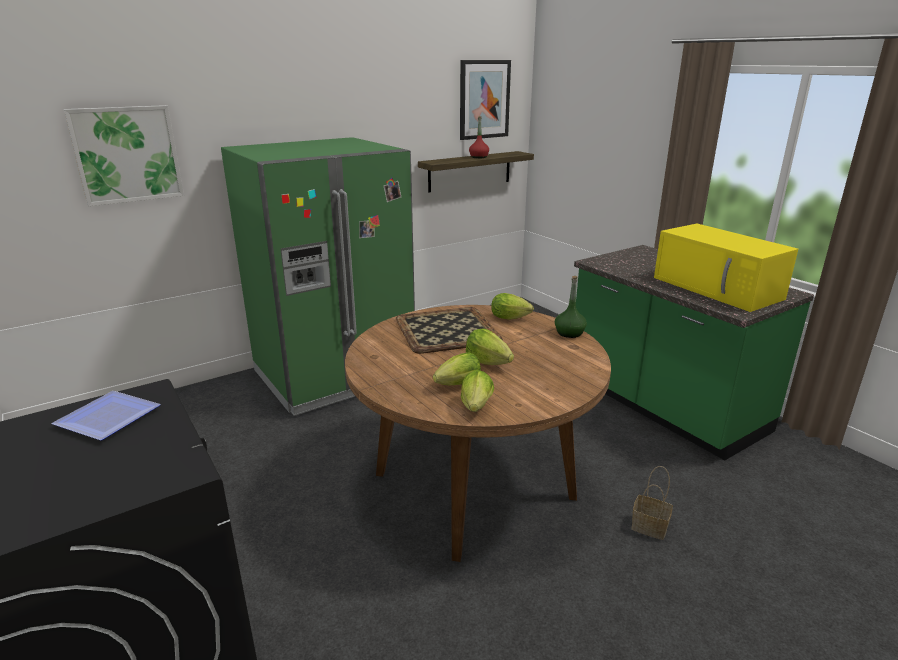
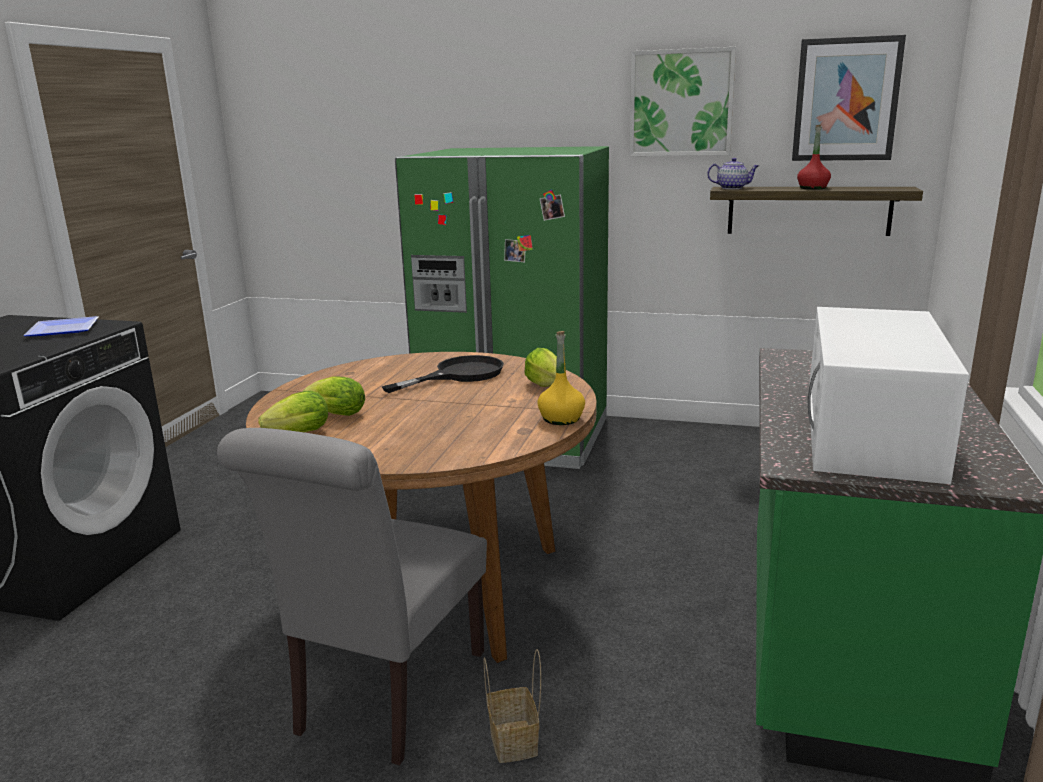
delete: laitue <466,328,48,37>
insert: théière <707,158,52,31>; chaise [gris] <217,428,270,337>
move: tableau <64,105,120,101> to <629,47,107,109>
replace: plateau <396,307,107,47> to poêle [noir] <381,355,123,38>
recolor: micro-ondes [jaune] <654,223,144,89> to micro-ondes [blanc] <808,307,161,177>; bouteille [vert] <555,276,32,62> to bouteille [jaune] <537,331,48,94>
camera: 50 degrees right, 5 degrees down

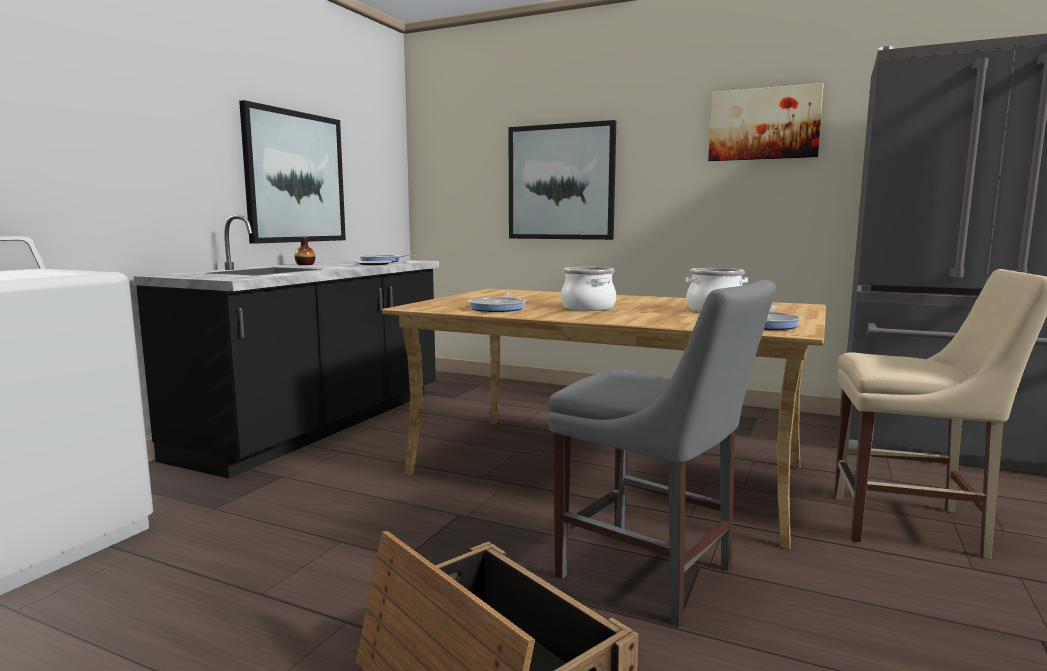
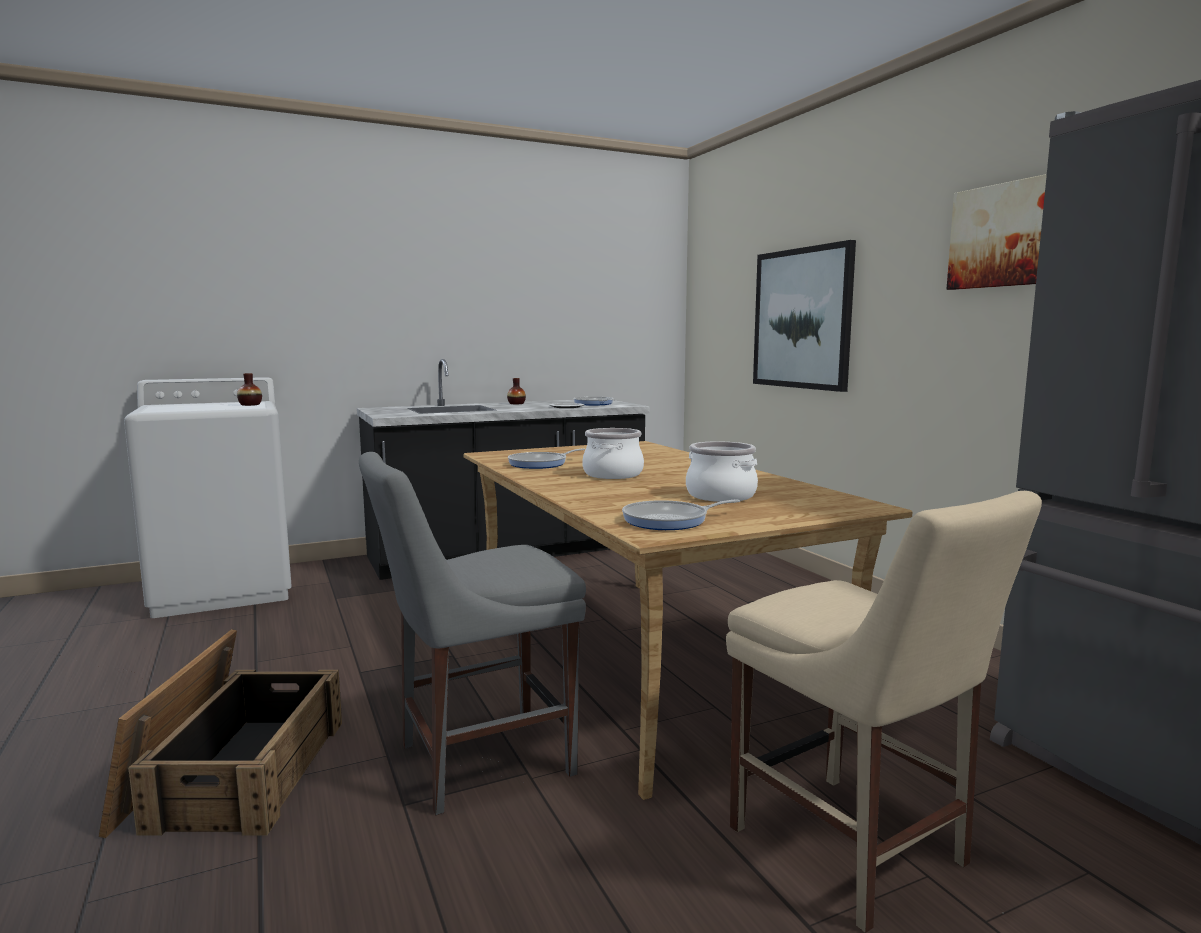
delete: tableau <239,100,107,144>
insert: vase <237,373,25,33>
rotate: chaise [gris] <548,280,228,346> = <359,452,227,363> 75 degrees clockwise
camera: 40 degrees right, 0 degrees up

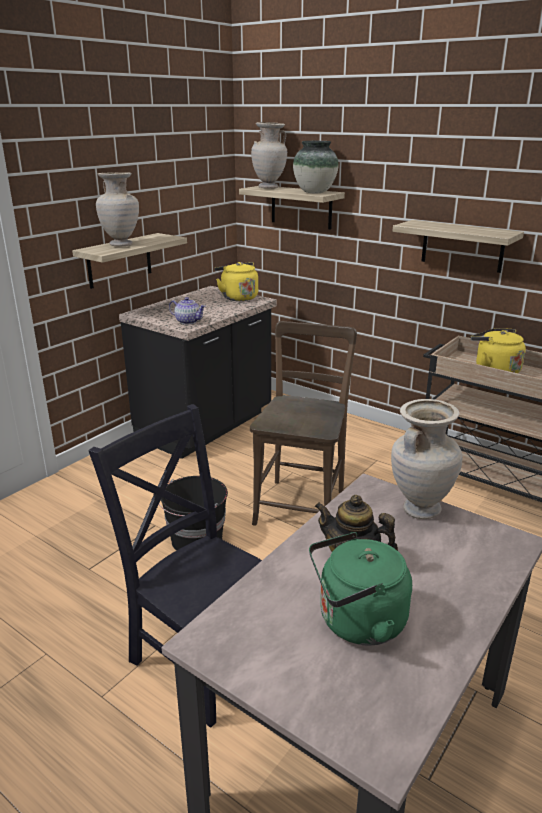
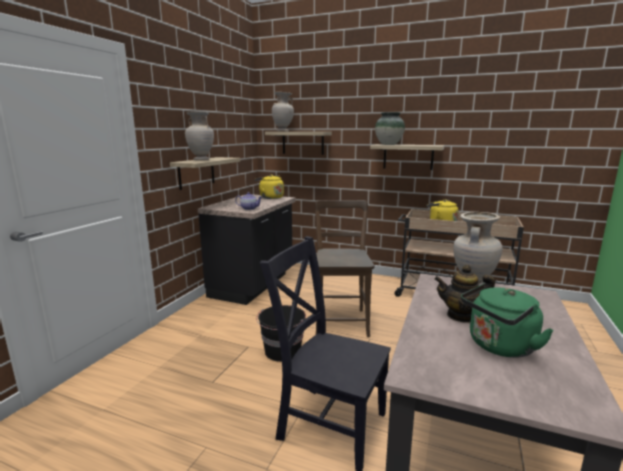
move: vase <293,141,46,52> to <375,112,30,33>
camera: 15 degrees left, 10 degrees down

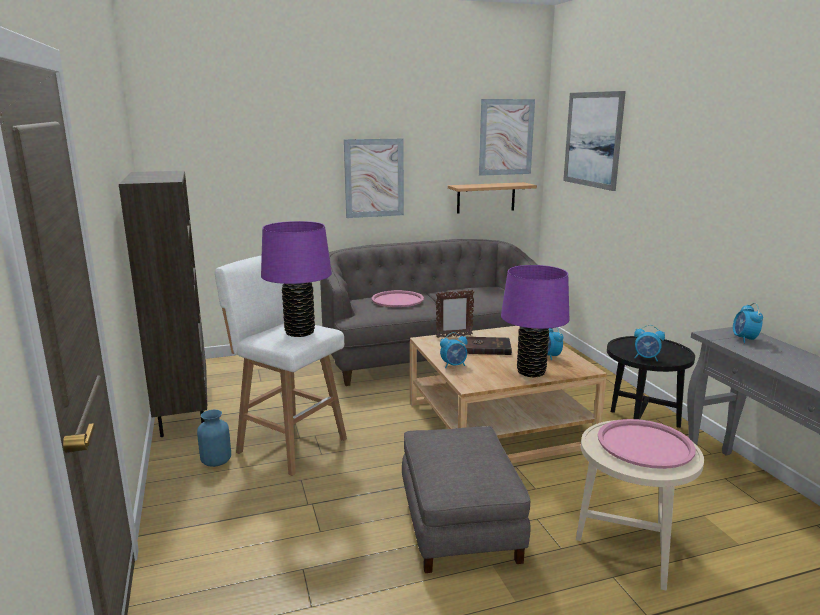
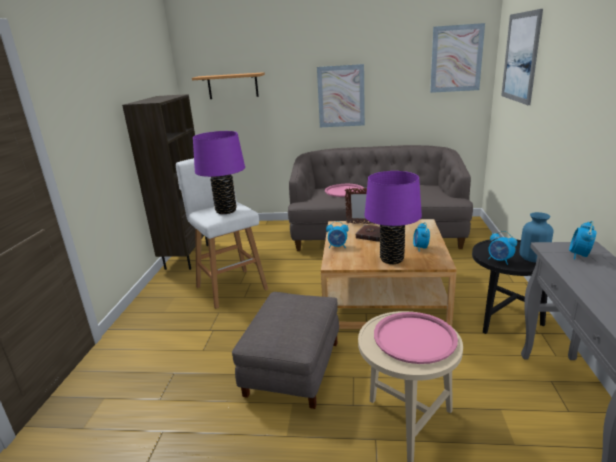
move: étagère <448,182,89,31> to <192,72,73,27>; vase [bleu] <197,410,34,57> to <519,212,34,50>
camera: 25 degrees right, 5 degrees up

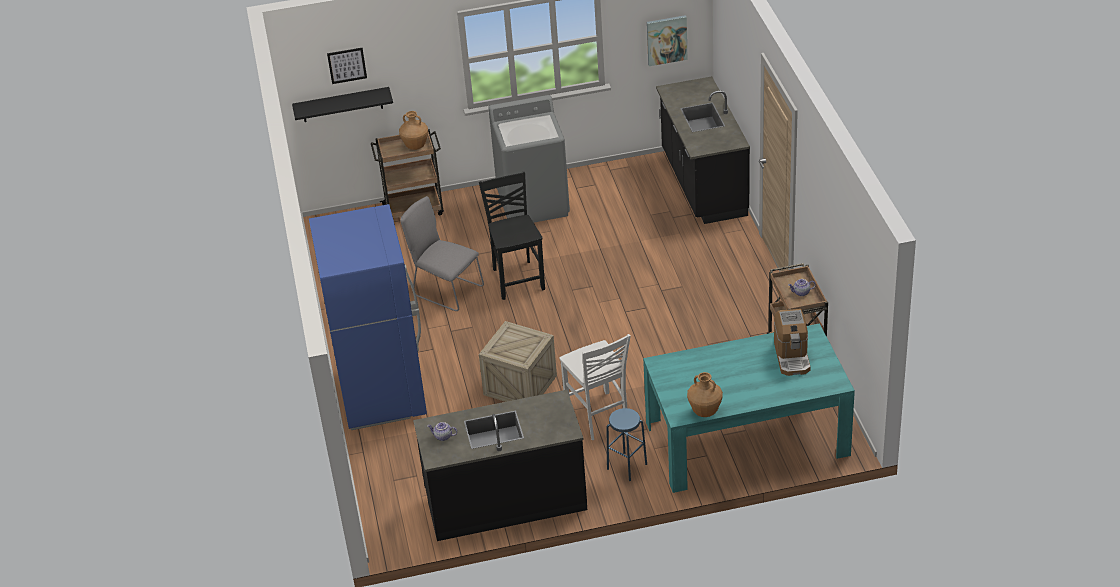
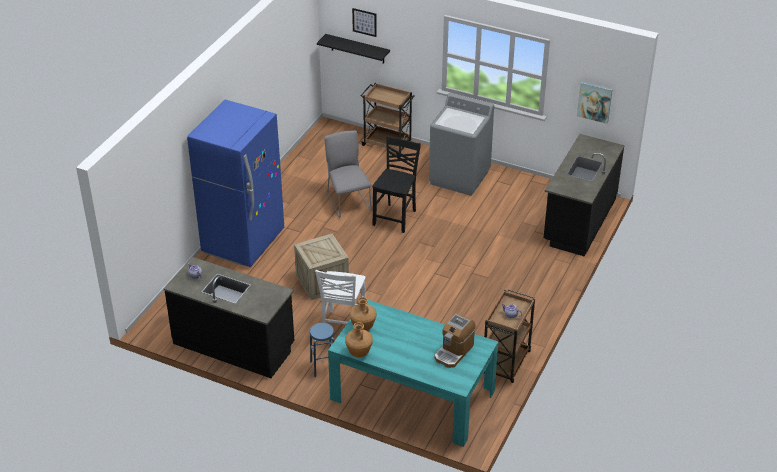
move: vase [marron] <399,111,29,39> to <349,297,28,34>
camera: 35 degrees right, 0 degrees up

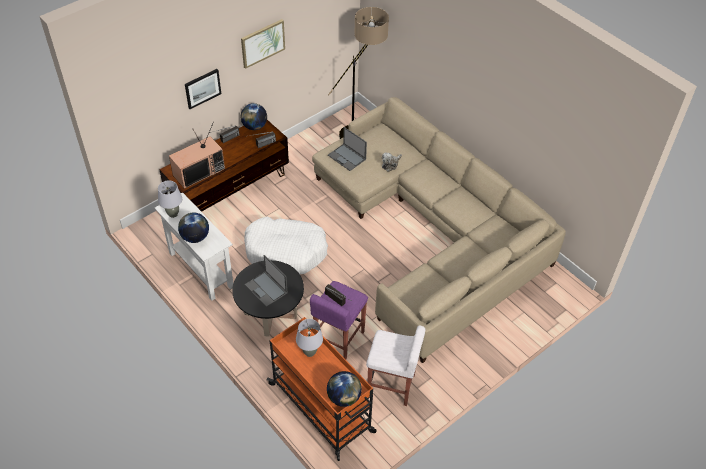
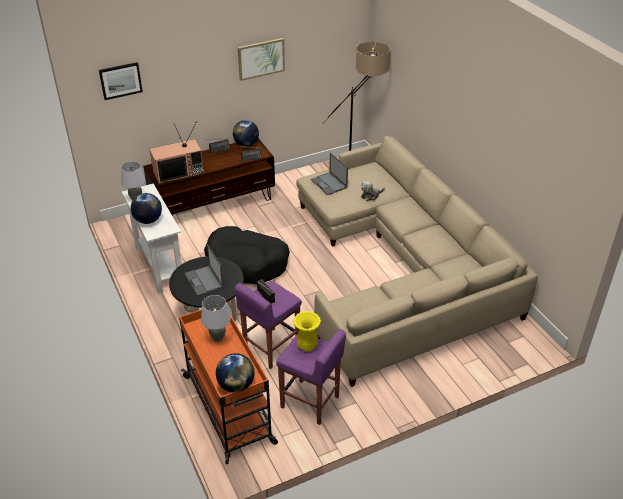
insert: vase [jaune] <293,311,28,40>
move: tableau <185,69,36,40> to <99,62,44,38>
recolor: panier pour chien [blanc] <244,217,84,57> to panier pour chien [noir] <204,226,86,58>; tabouret [blanc] <366,325,59,81> to tabouret [violet] <276,329,70,96>
camera: 15 degrees right, 10 degrees down

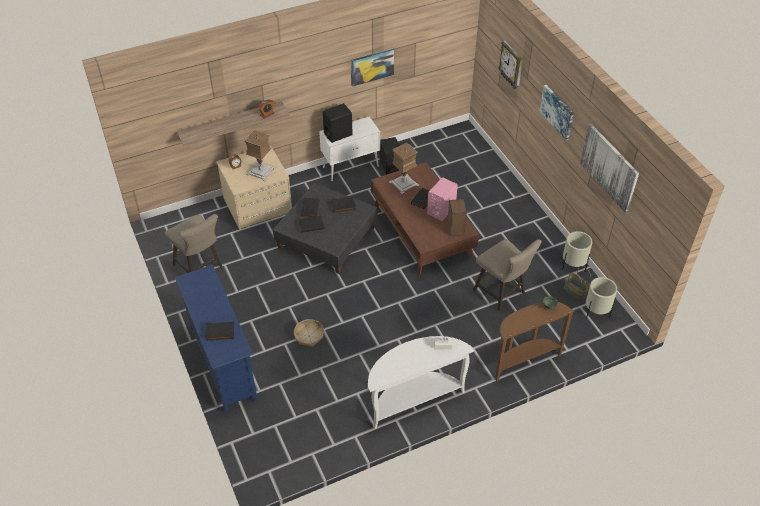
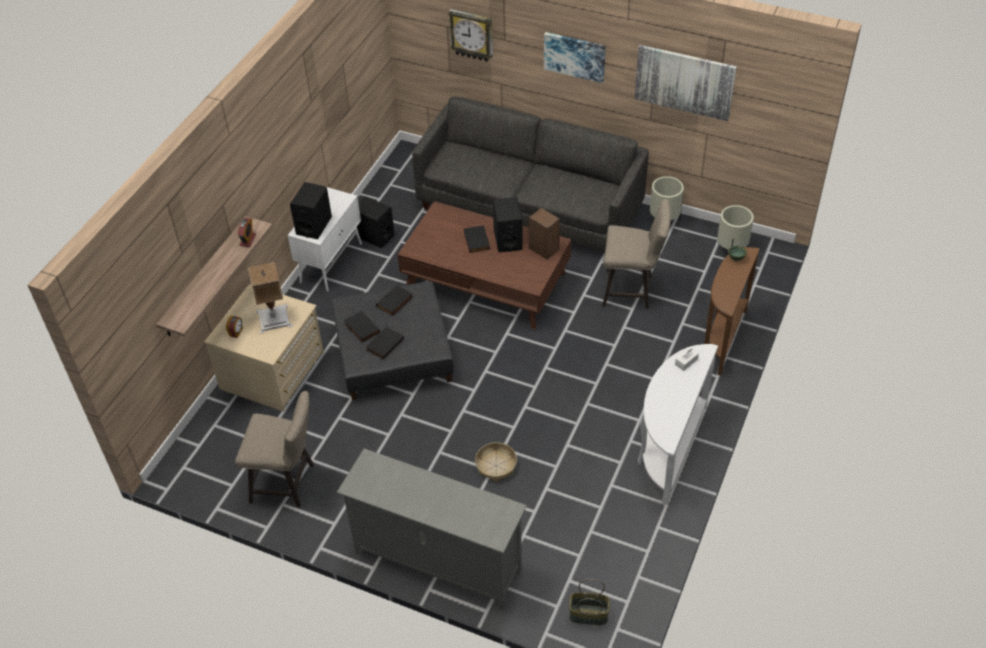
delete: tableau <351,49,43,38>; lampe de table <389,143,30,51>; livre [noir] <205,322,29,19>
insert: canapé [gris] <412,96,237,159>
move: panier <564,266,27,35> to <569,579,41,46>
recolor: enceinte [rose] <427,177,31,44> to enceinte [noir] <493,197,30,55>; meuble télé [bleu] <175,265,83,148> to meuble télé [gris] <337,448,190,162>
camera: 40 degrees left, 0 degrees up

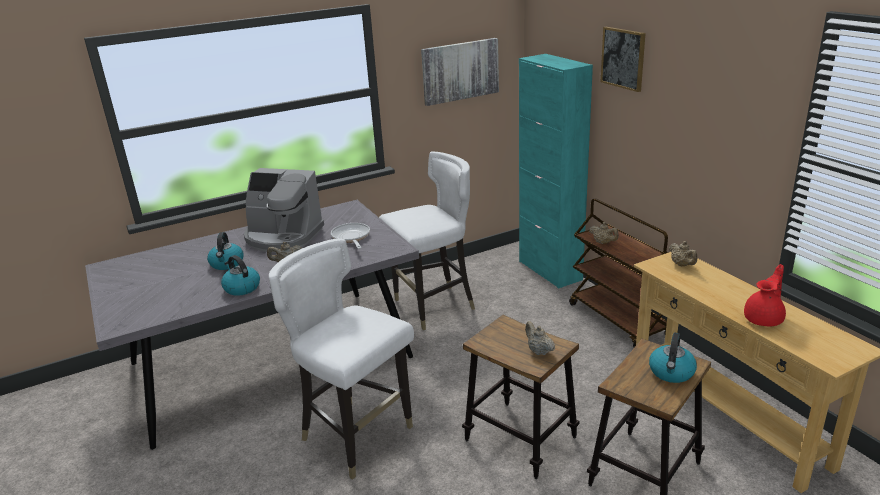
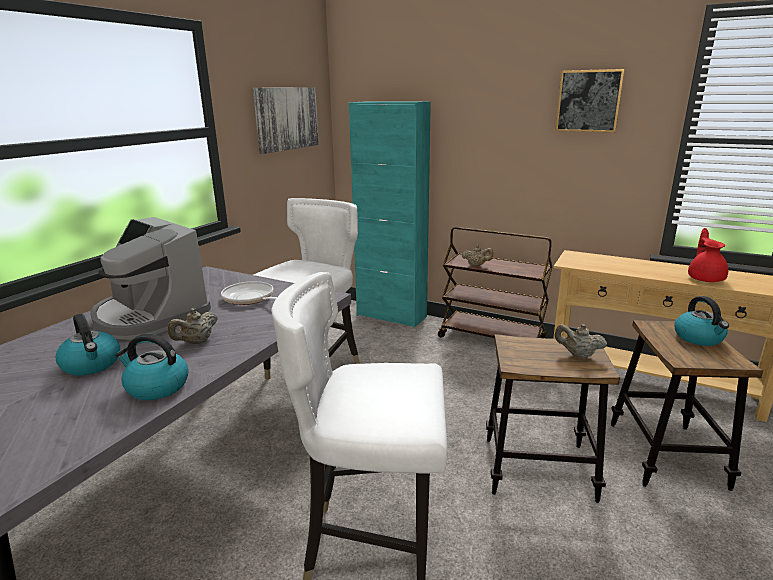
delete: théière [beige] <669,241,28,25>
move: tableau <601,27,45,65> to <555,69,70,63>
rotate: machine à café <244,168,80,84> = <90,217,121,123> 60 degrees clockwise
camera: 35 degrees left, 5 degrees down

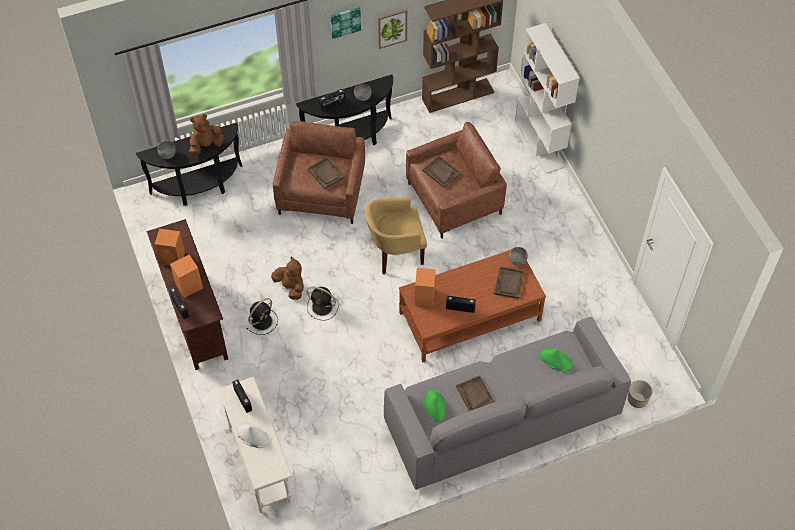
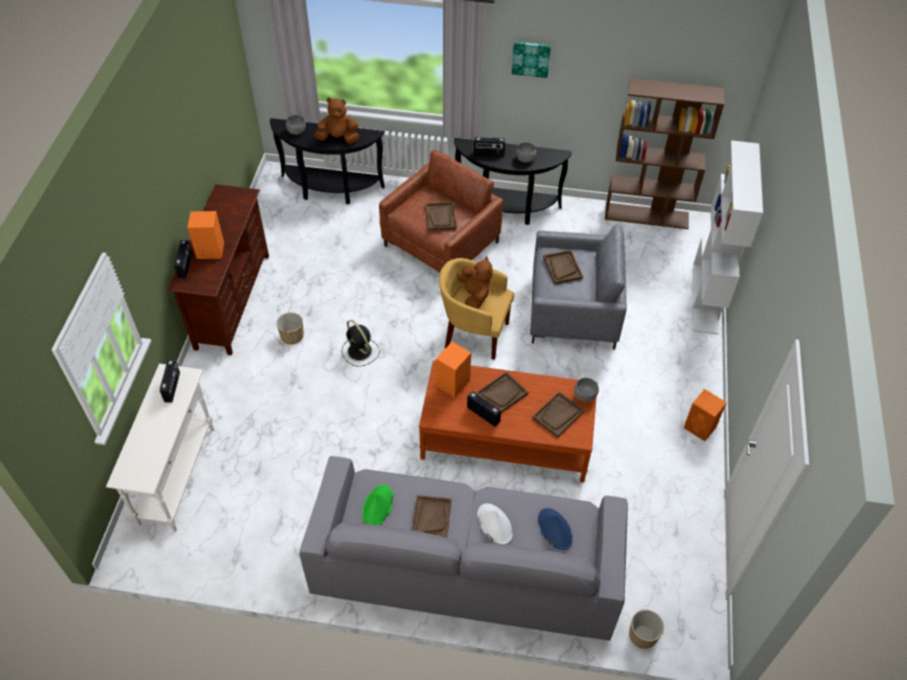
delete: tableau <378,9,29,40>
insert: plateau [marron] <476,372,52,41>
move: enceinte [orange] <155,229,30,37> to <684,389,43,52>; peluche [marron] <271,257,33,43> to <458,256,35,53>; chapeau [blanc] <236,423,34,25> to <477,503,35,41>
replace: ventilateur [noir] <246,298,32,37> to cache-pot <276,312,28,32>
recolor: fauteuil [marron] <406,122,101,117> to fauteuil [gris] <530,225,97,125>; chapeau [vert] <540,348,33,24> to chapeau [bleu] <538,508,35,42>
camera: 30 degrees right, 5 degrees down

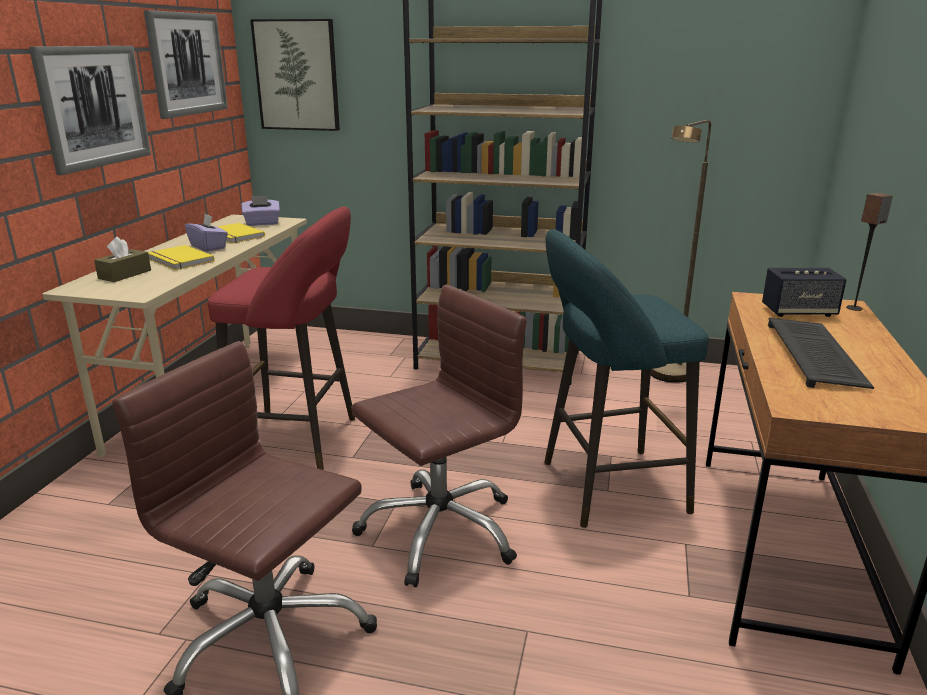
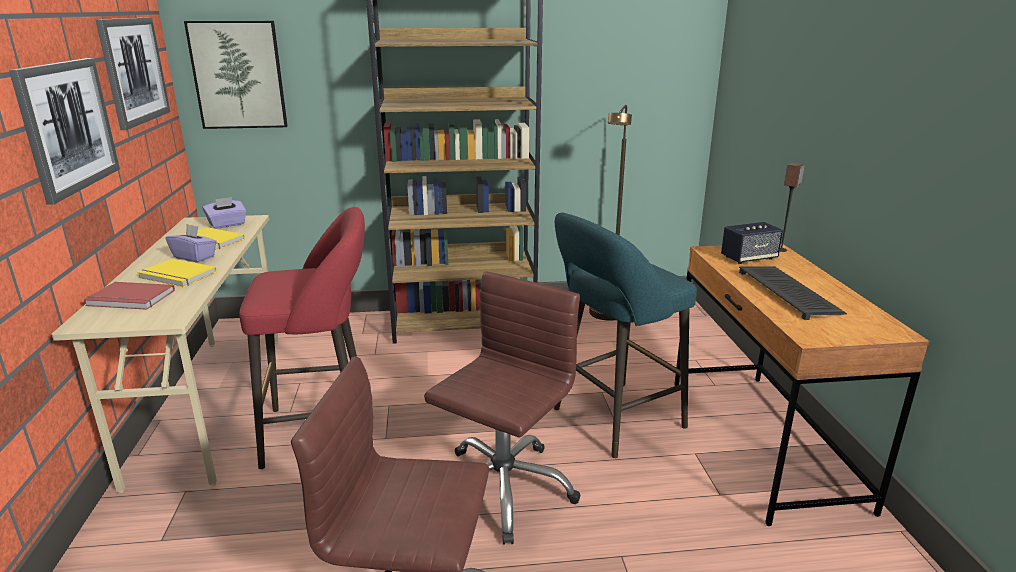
replace: boîte à mouchoirs [marron] <94,237,57,45> to livre [rouge] <84,282,91,28>
camera: 20 degrees left, 0 degrees up

